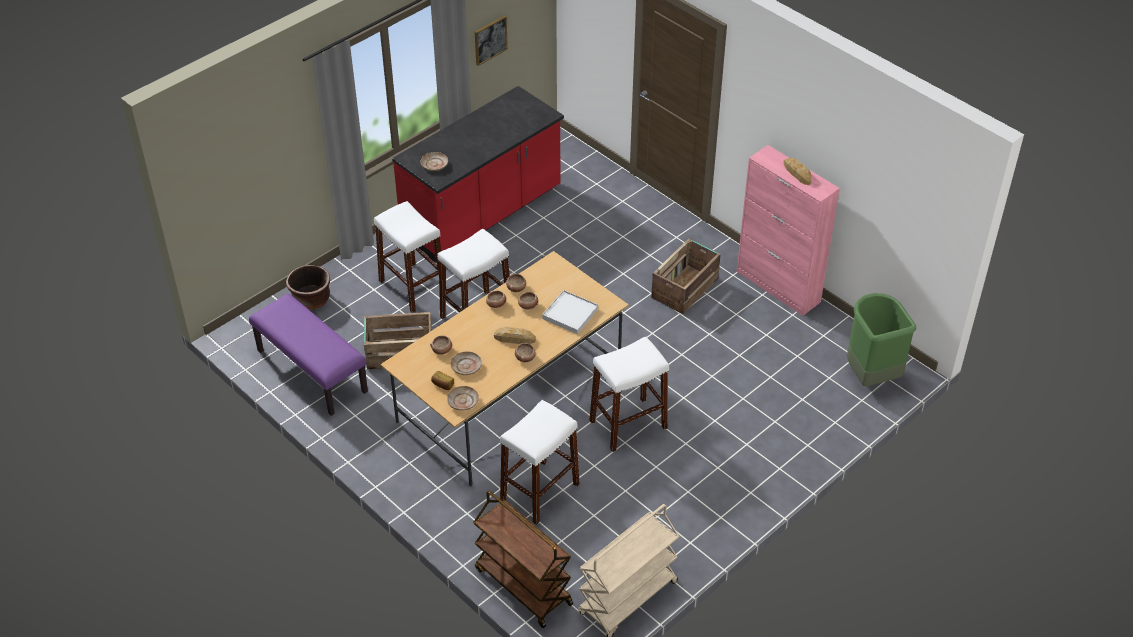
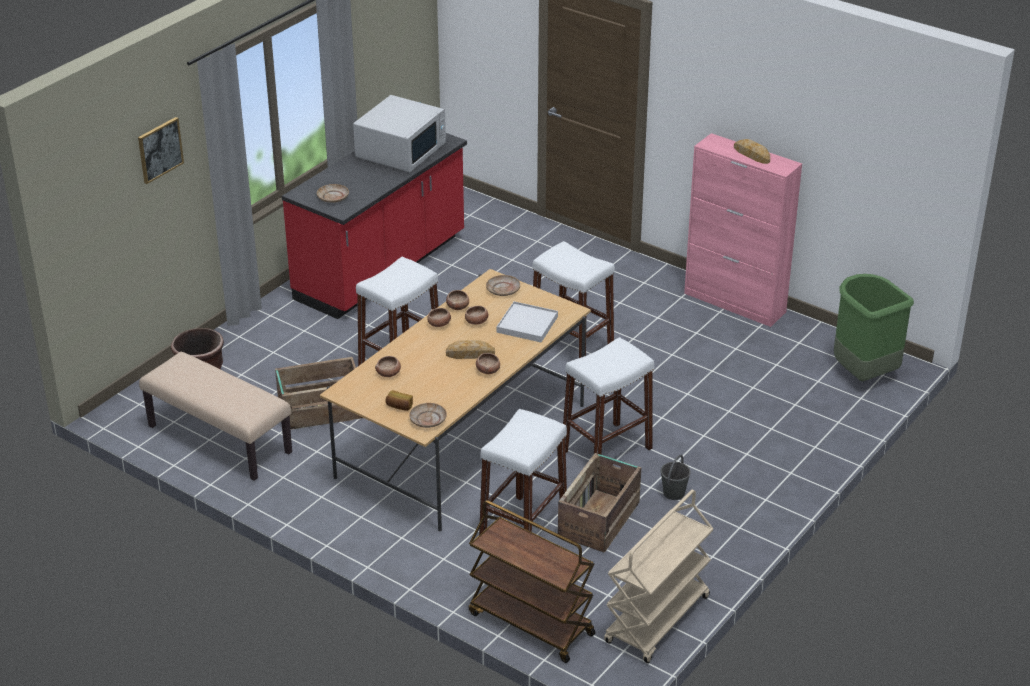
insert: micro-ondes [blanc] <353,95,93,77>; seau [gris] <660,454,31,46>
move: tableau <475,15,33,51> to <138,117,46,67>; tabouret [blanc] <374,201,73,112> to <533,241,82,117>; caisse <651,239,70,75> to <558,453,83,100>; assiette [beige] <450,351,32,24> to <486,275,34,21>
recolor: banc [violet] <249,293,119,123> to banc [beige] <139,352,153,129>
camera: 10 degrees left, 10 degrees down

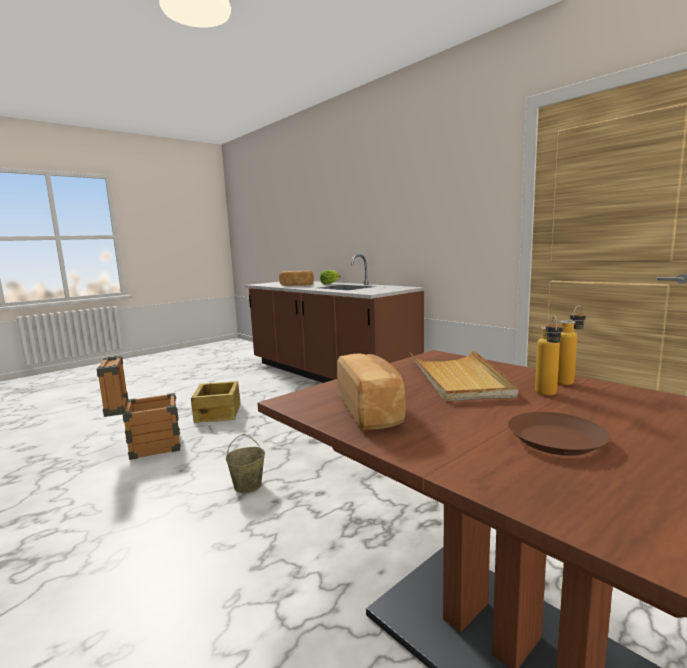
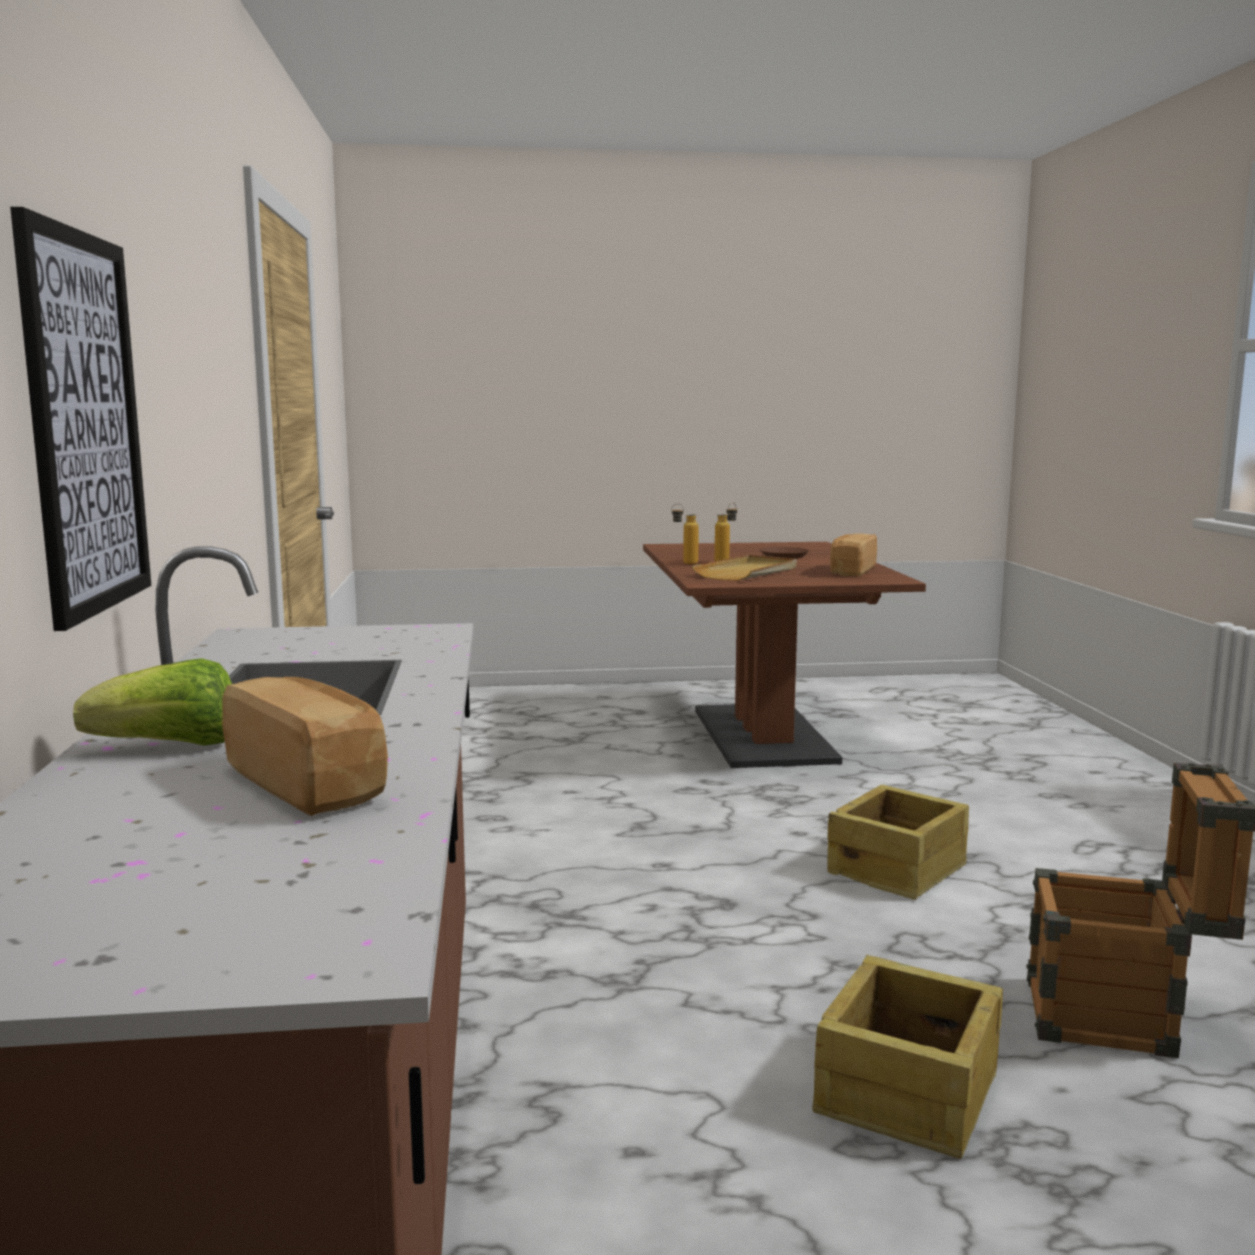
insert: tableau <10,207,141,424>
replace: seau [beige] <226,434,39,59> to caisse <827,785,142,115>
camera: 145 degrees left, 0 degrees up

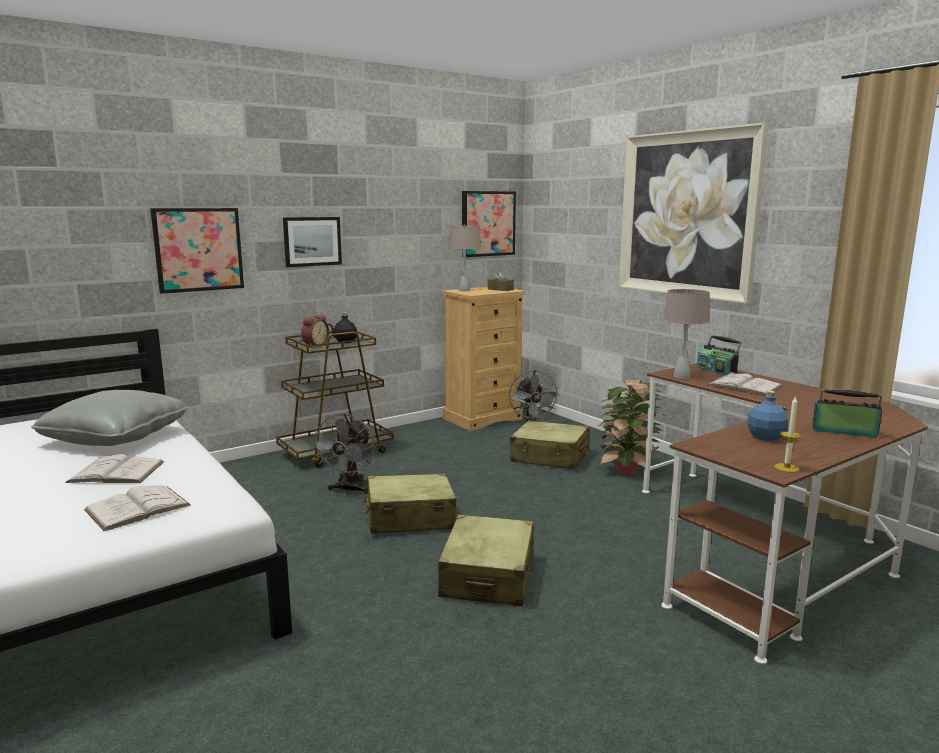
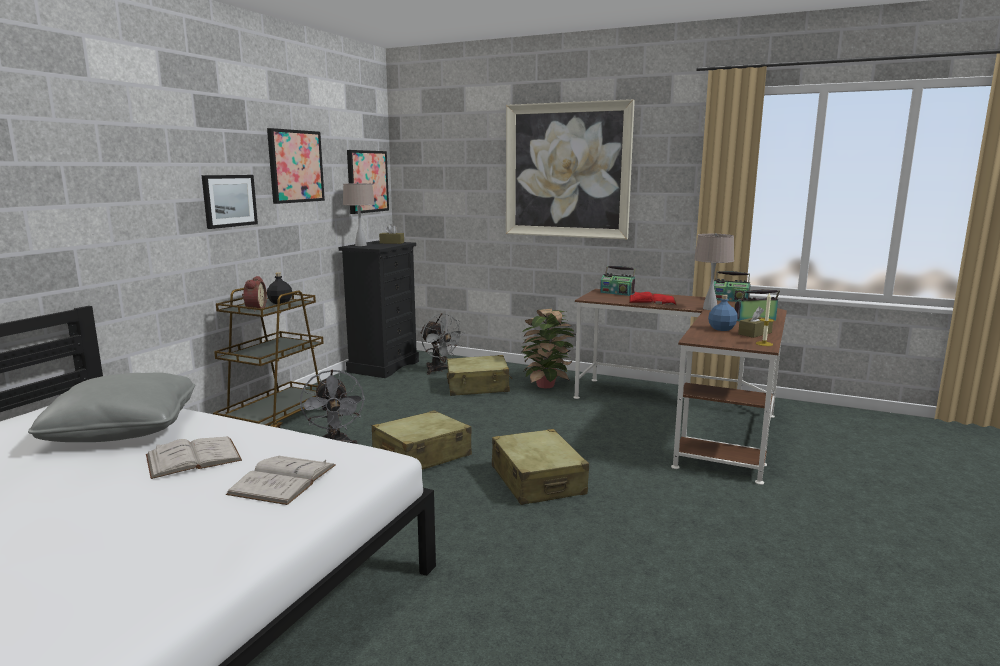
insert: radio <714,271,37,31>; boîte à mouchoirs [marron] <738,307,35,31>
move: tableau <150,208,94,86> to <267,128,58,76>; lampe de table [beige] <663,289,47,90> to <694,233,40,77>
recolor: commode [beige] <441,287,85,144> to commode [noir] <339,241,80,137>; livre [blanc] <707,372,76,24> to livre [rouge] <629,292,48,13>
camera: 30 degrees left, 0 degrees up

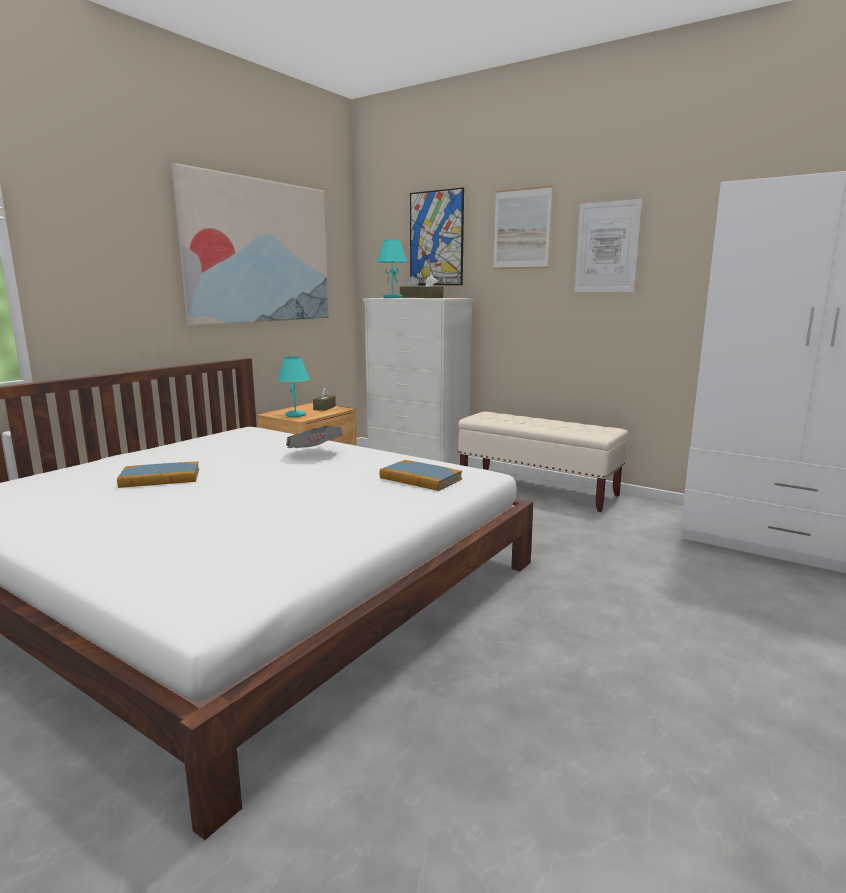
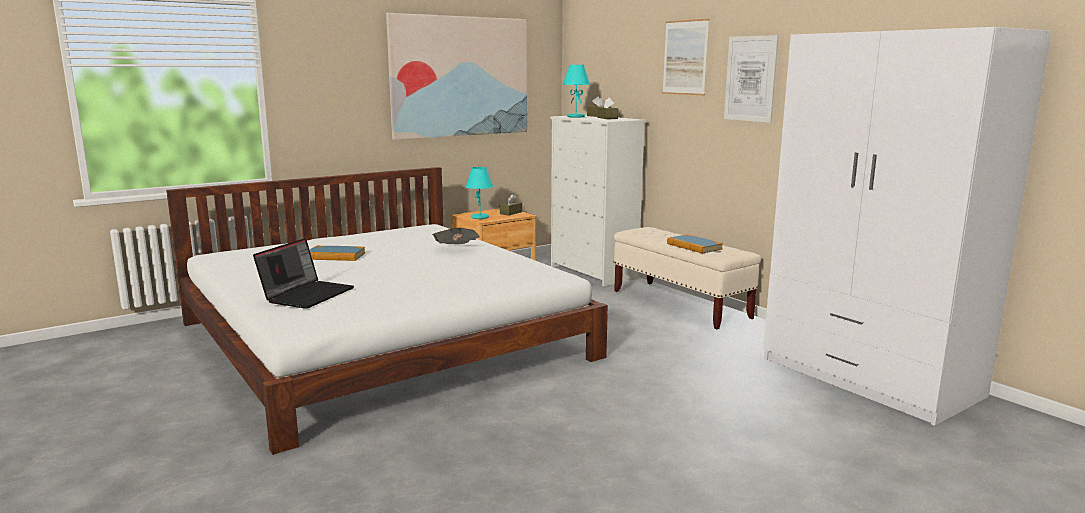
delete: tableau <410,187,54,98>
insert: ordinateur portable <253,238,101,71>
move: livre <379,460,83,31> to <667,234,56,20>
camera: 20 degrees right, 0 degrees up

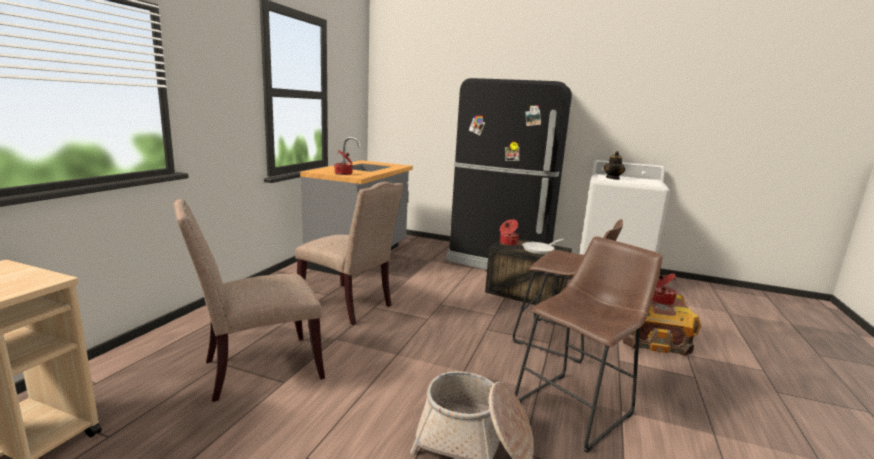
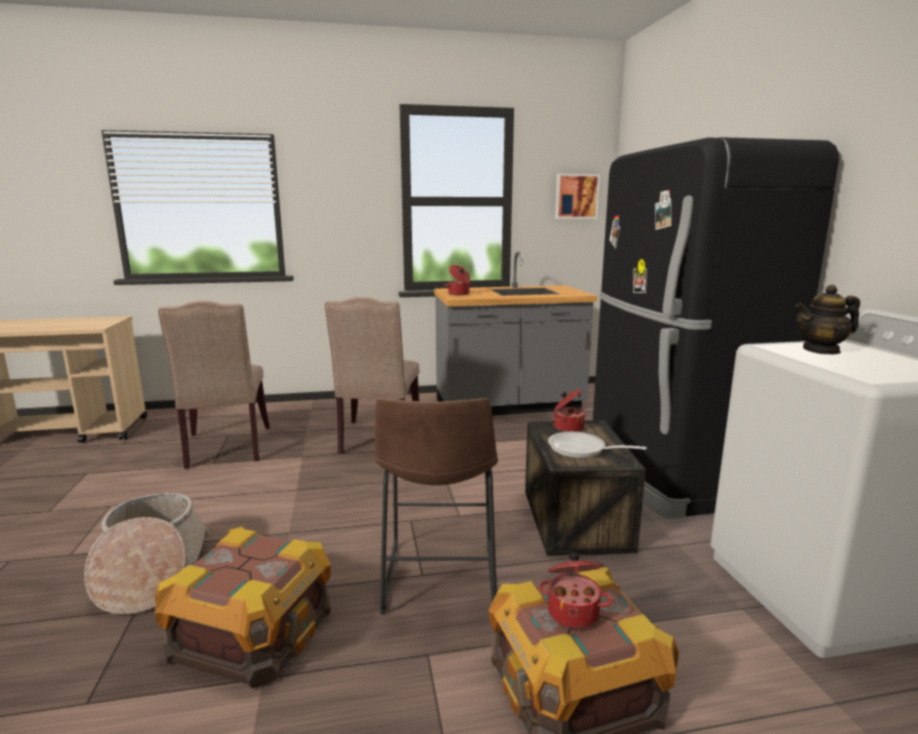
insert: tableau <555,174,45,45>
replace: tabouret [marron] <514,236,148,217> to caisse <154,527,177,161>
rotate: chaise [beige] <173,199,152,203> = <158,301,112,168> 135 degrees counterclockwise
camera: 60 degrees right, 0 degrees up

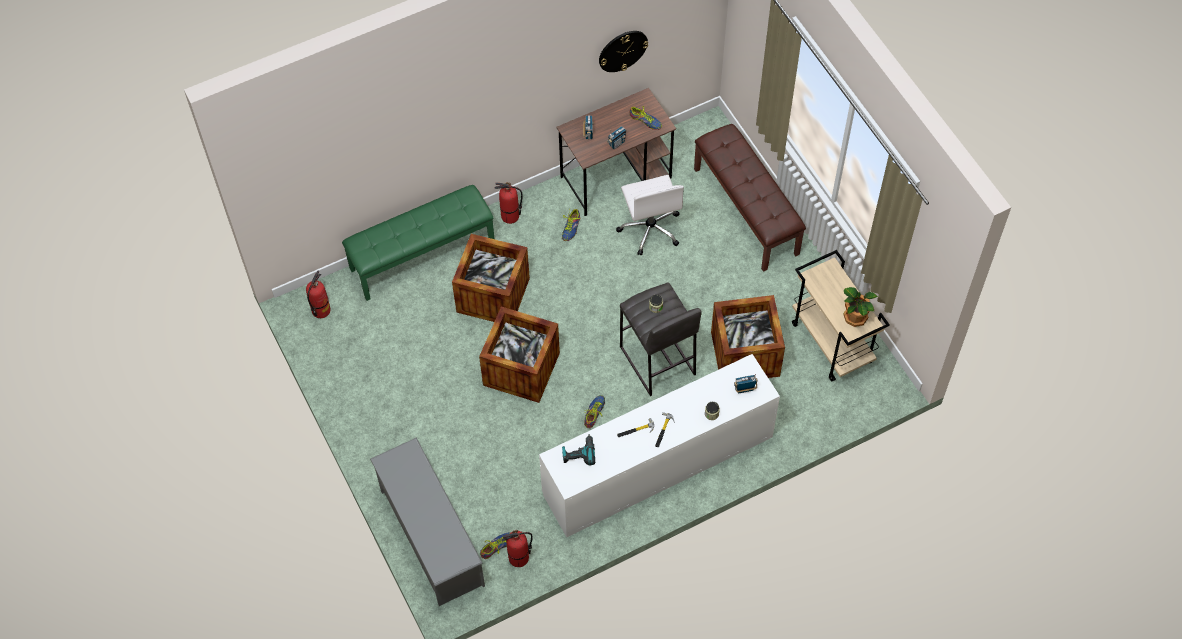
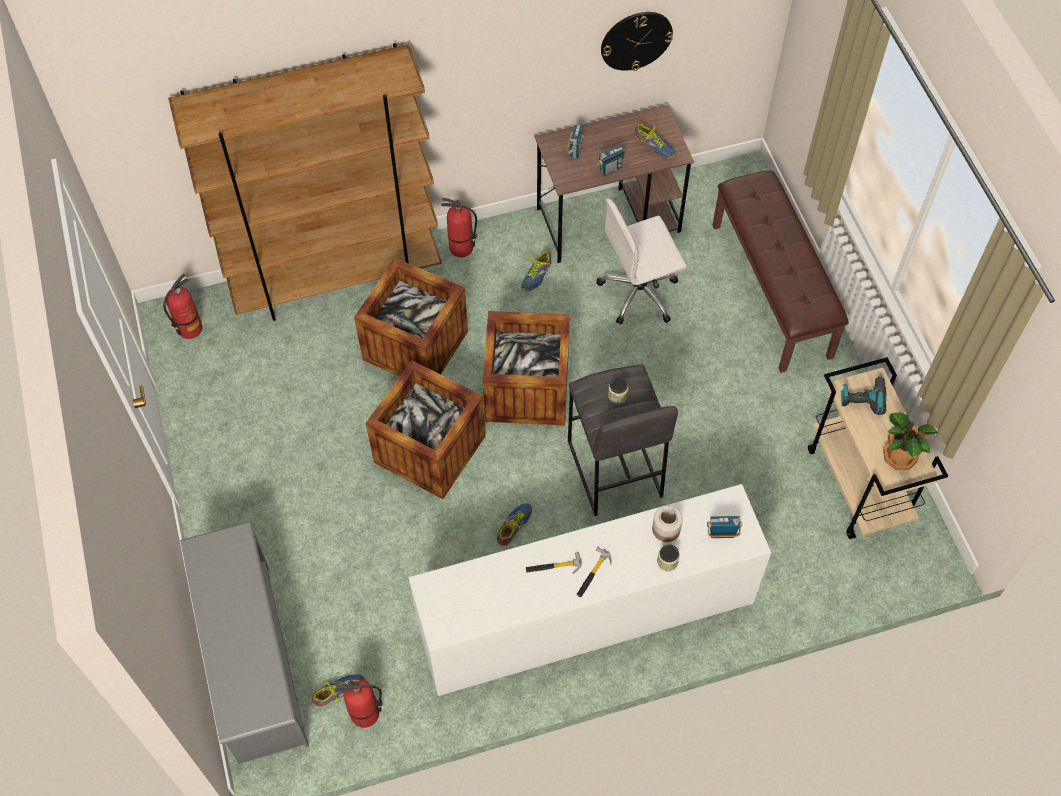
insert: bocal <652,506,31,36>
move: caisse <711,295,74,83> to <483,311,87,114>; perceuse <562,434,33,32> to <841,374,46,41>
replace: banc [vert] <342,185,152,116> to bibliothèque [marron] <168,43,274,278>
rotate: chaise de bureau [blanc] <616,175,68,80> = <596,199,91,126> 75 degrees clockwise
camera: 10 degrees right, 0 degrees up

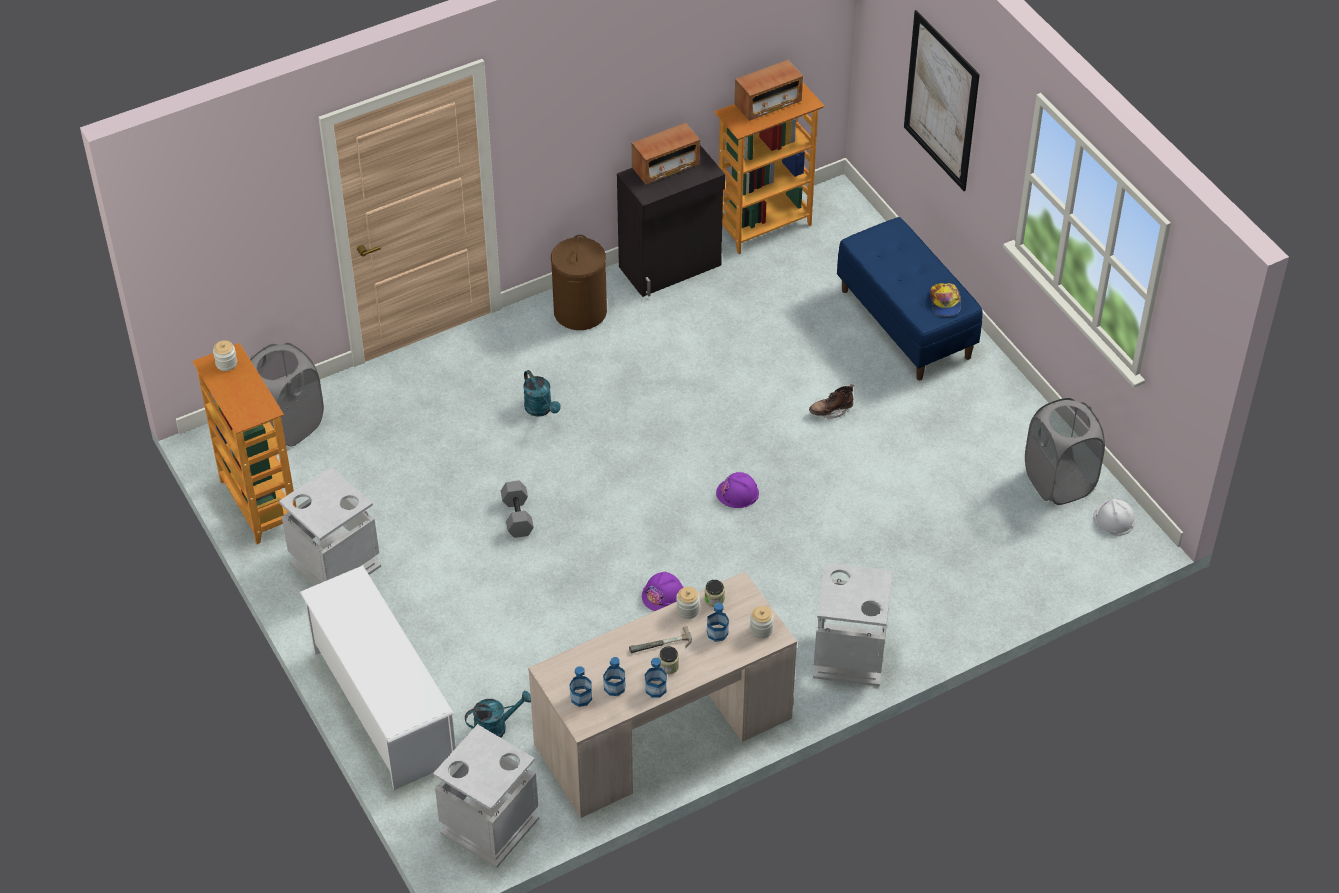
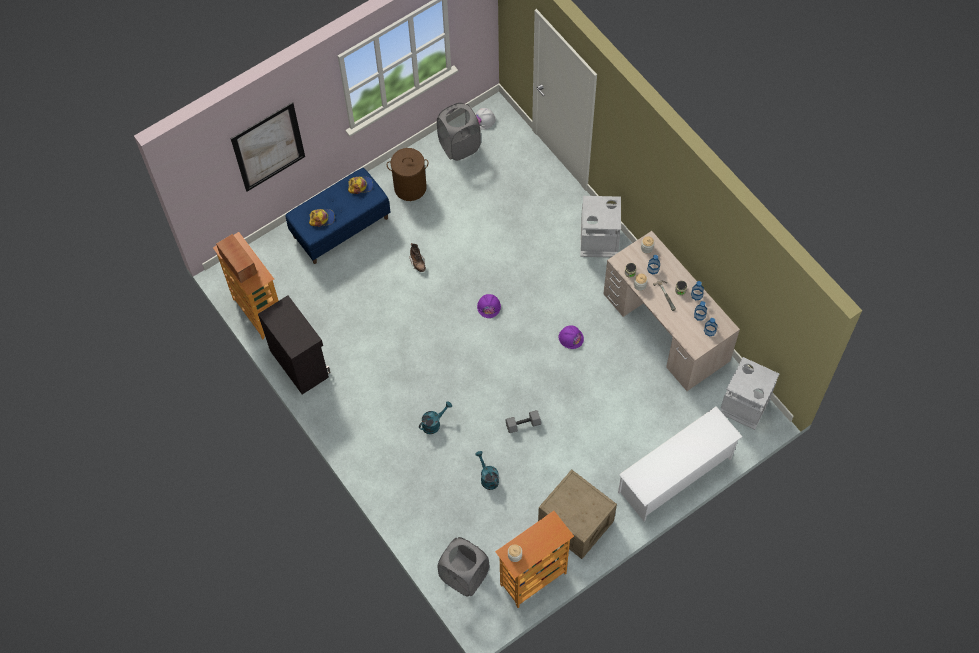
delete: radio <632,123,68,61>
insert: casquette <309,209,26,18>
move: panier à linge [marron] <551,235,56,95> to <387,148,41,53>; arrosoir [turquoise] <465,691,66,47> to <475,451,24,39>
replace: poubelle [gris] <279,467,102,119> to caisse <538,469,79,90>
camera: 95 degrees left, 15 degrees up

